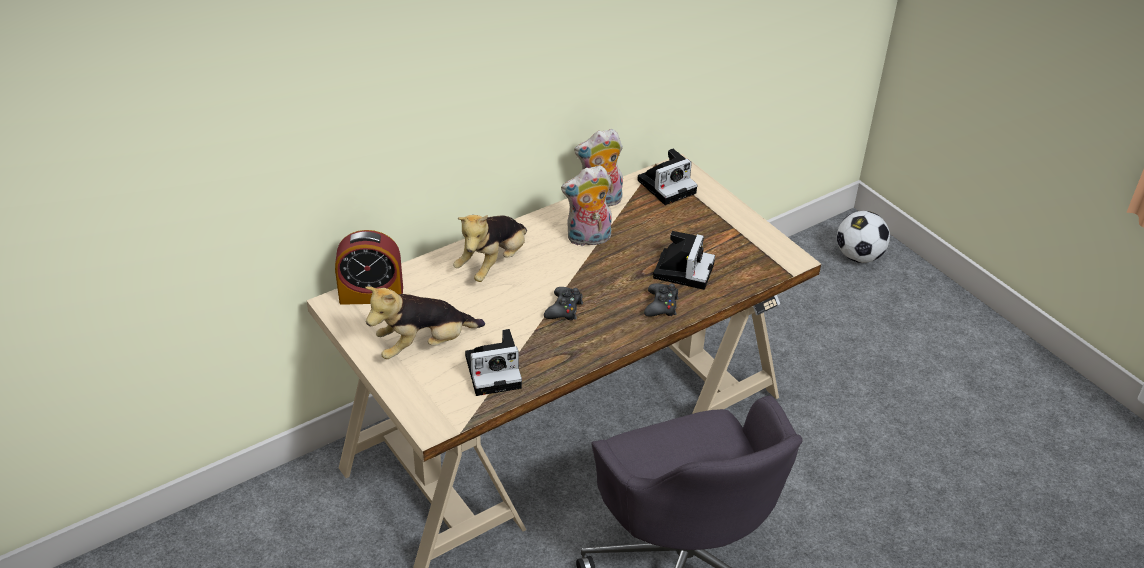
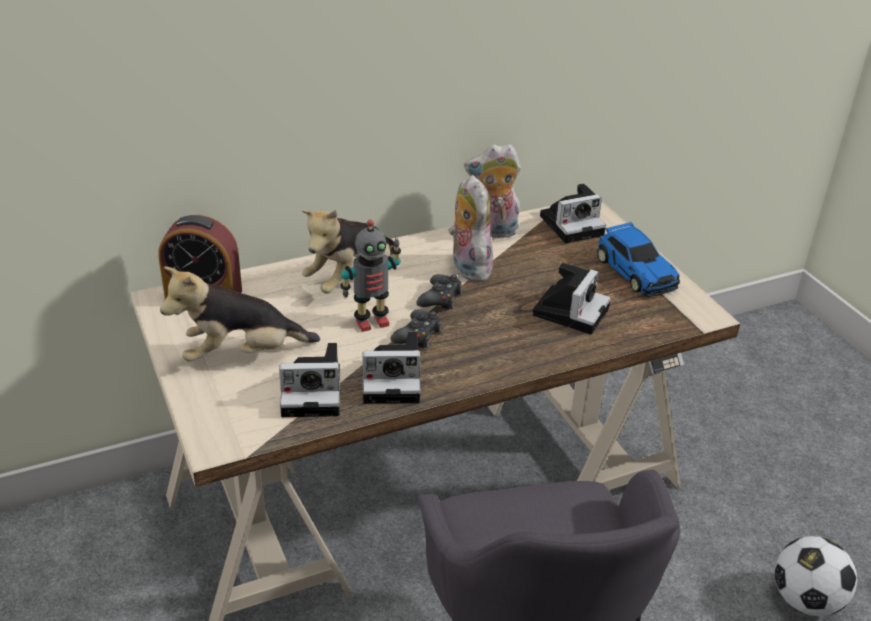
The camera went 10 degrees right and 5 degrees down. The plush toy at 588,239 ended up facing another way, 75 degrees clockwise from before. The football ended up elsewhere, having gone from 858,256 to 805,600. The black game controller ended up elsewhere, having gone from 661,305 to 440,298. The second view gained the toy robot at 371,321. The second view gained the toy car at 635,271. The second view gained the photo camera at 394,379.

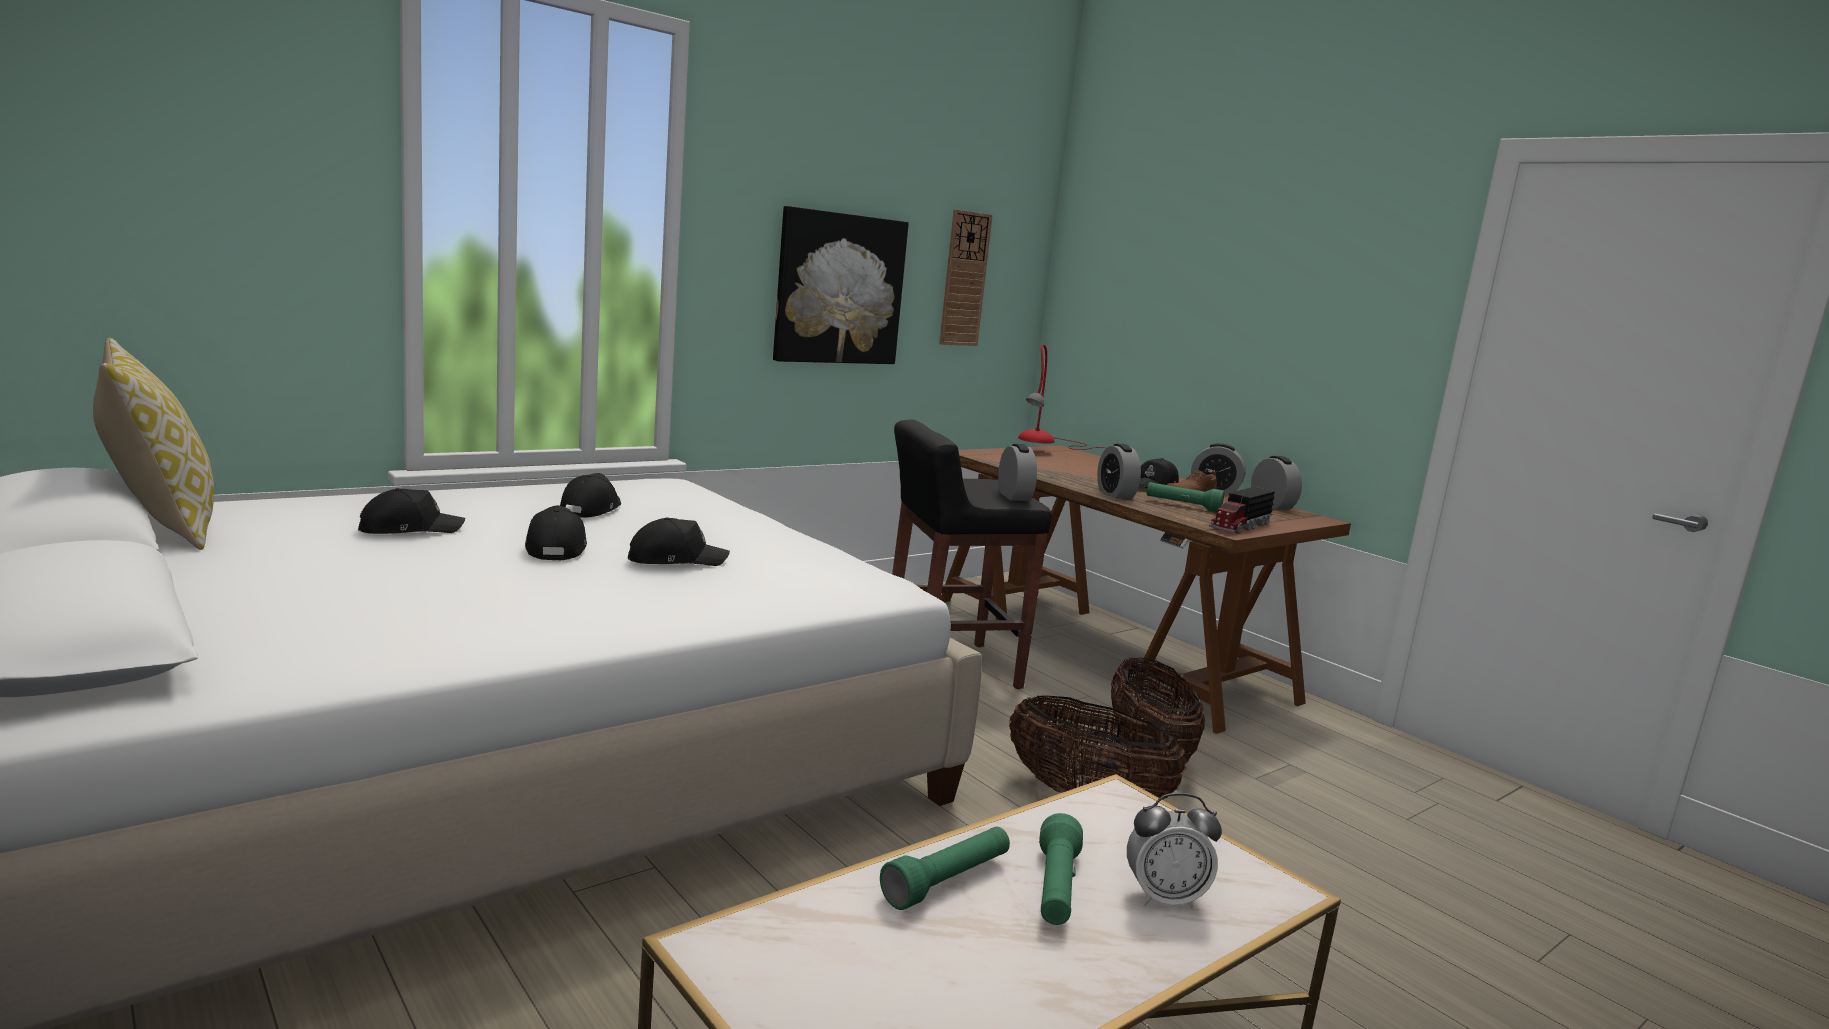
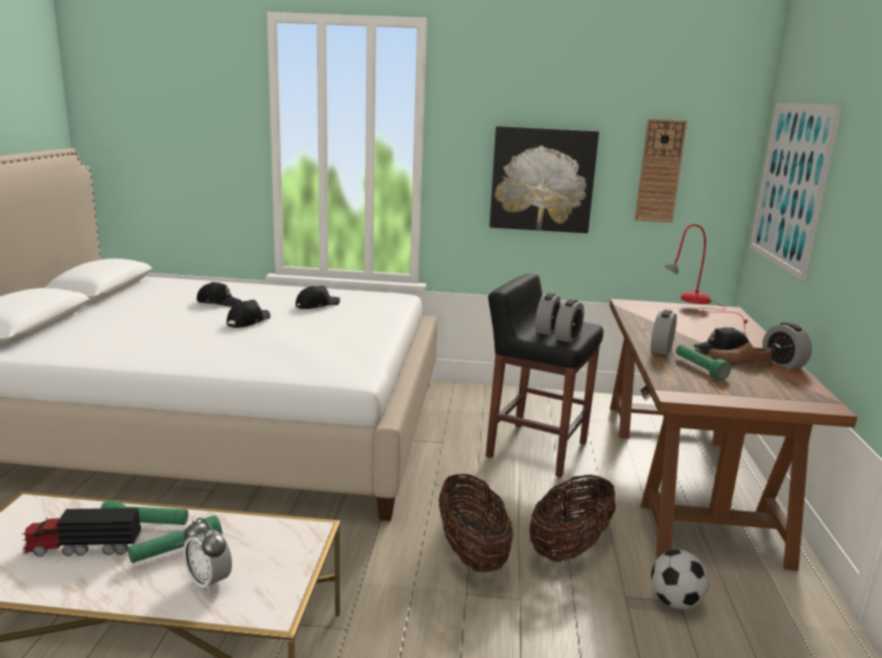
The camera went 45 degrees right and 5 degrees up. The second view lost the pillow at 160,526. The alarm clock ended up elsewhere, having gone from 1272,505 to 546,330. The toy truck ended up elsewhere, having gone from 1239,526 to 82,547. The second view lost the black cap at 676,559. The second view gained the picture at 790,186. The second view gained the football at 675,602.

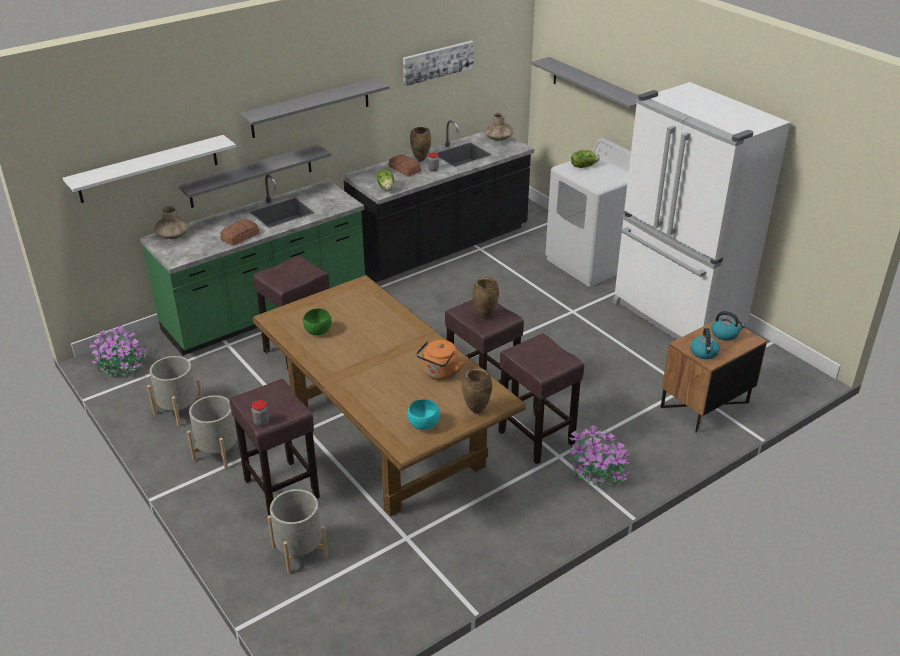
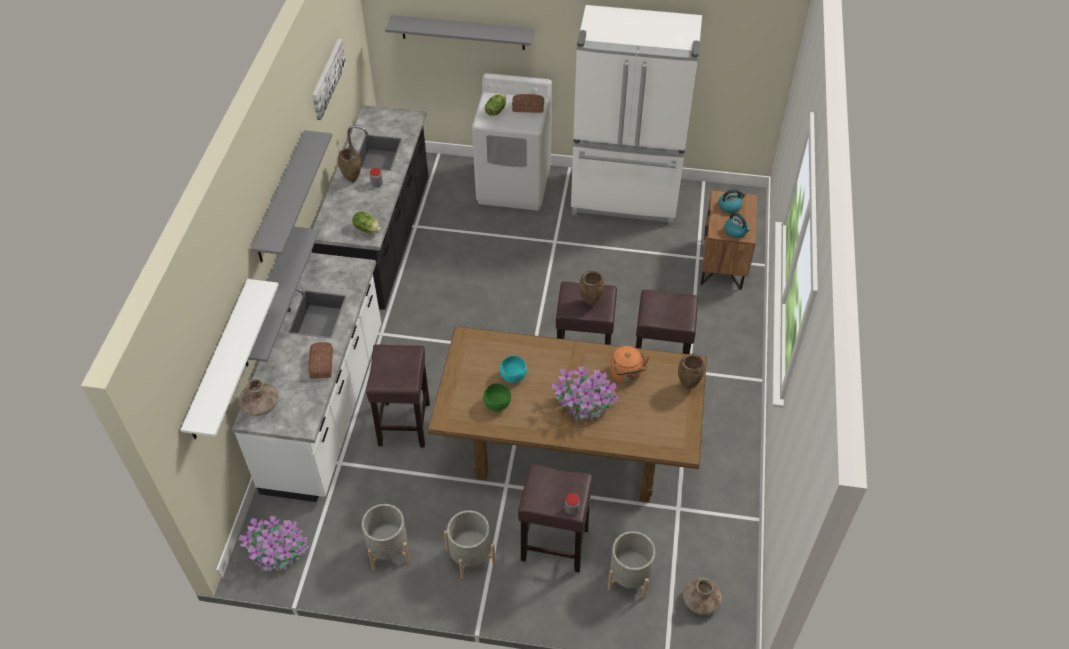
The camera went 45 degrees left and 15 degrees up. The brown vase ended up elsewhere, having gone from 498,138 to 701,601. The bread ended up elsewhere, having gone from 404,169 to 528,107. What was the green counter at 266,311 turned into the white counter at 326,408. The turquoise bowl ended up elsewhere, having gone from 423,425 to 514,377. The potted plant ended up elsewhere, having gone from 597,472 to 584,404.

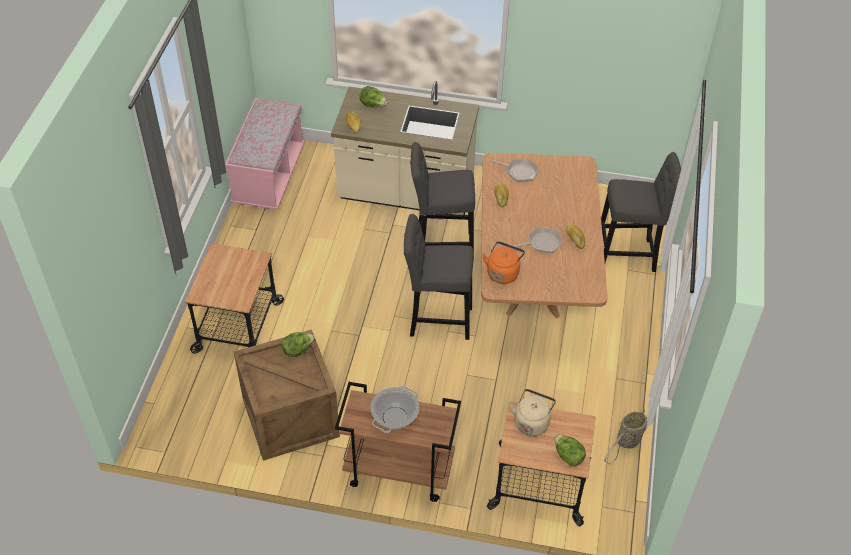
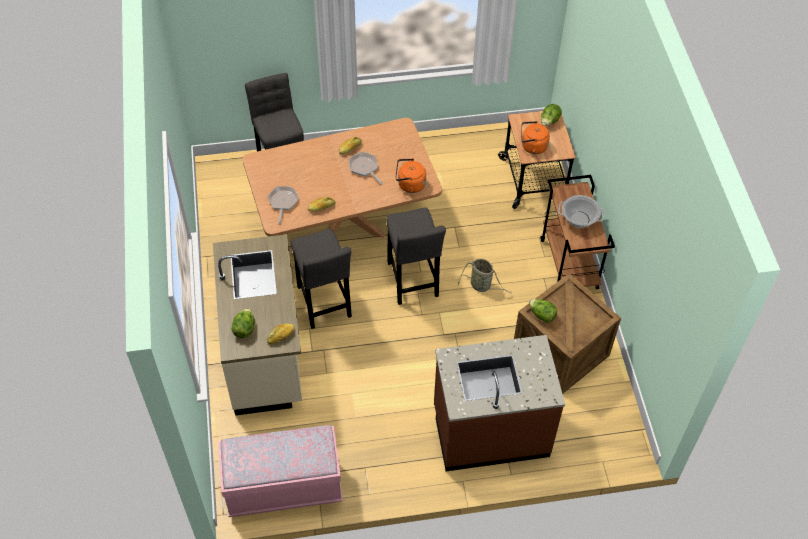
The camera went 110 degrees left and 5 degrees up. Where the cart stood at 237,327, the brown counter came to stand at 490,431. What was the beige kettle at 531,421 turned into the orange kettle at 532,147. The basket ended up elsewhere, having gone from 627,442 to 482,286.

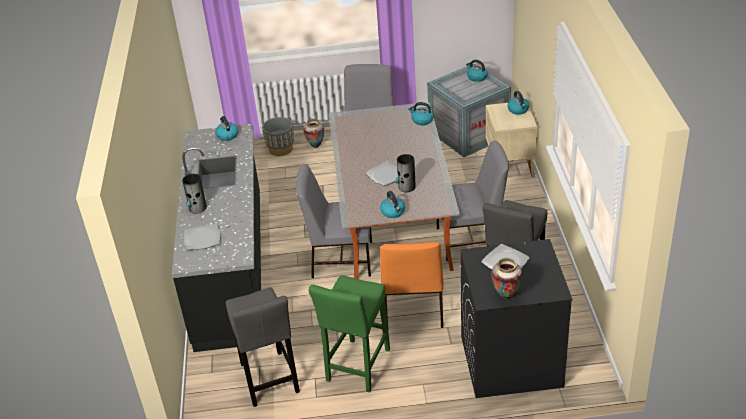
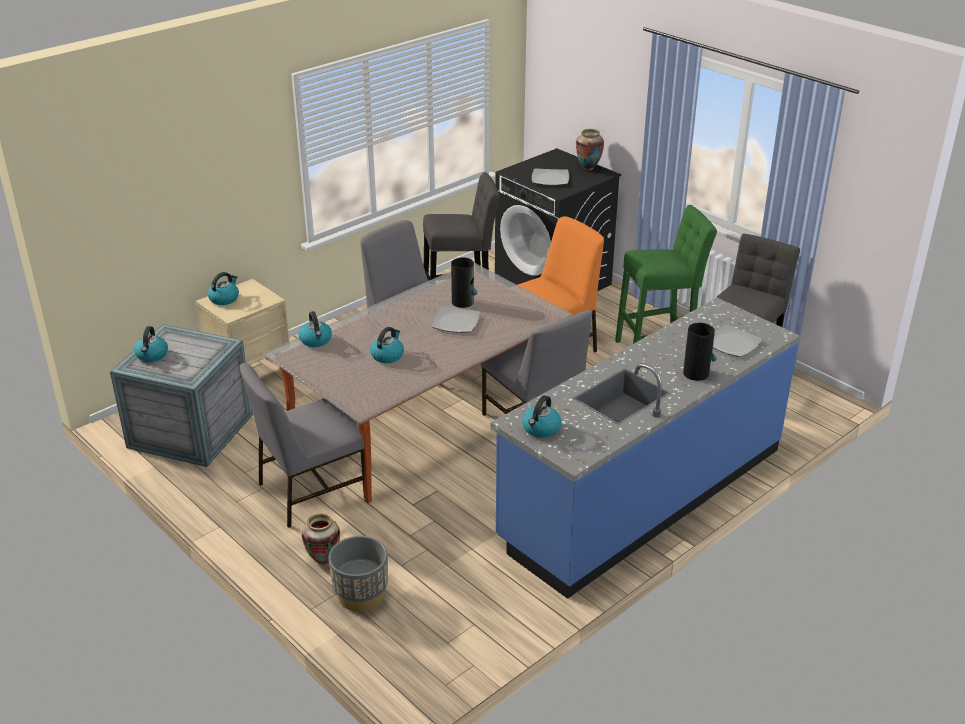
The camera went 130 degrees left and 5 degrees down. What was the black counter at 232,268 turned into the blue counter at 642,494. The kettle ended up elsewhere, having gone from 393,212 to 387,355.

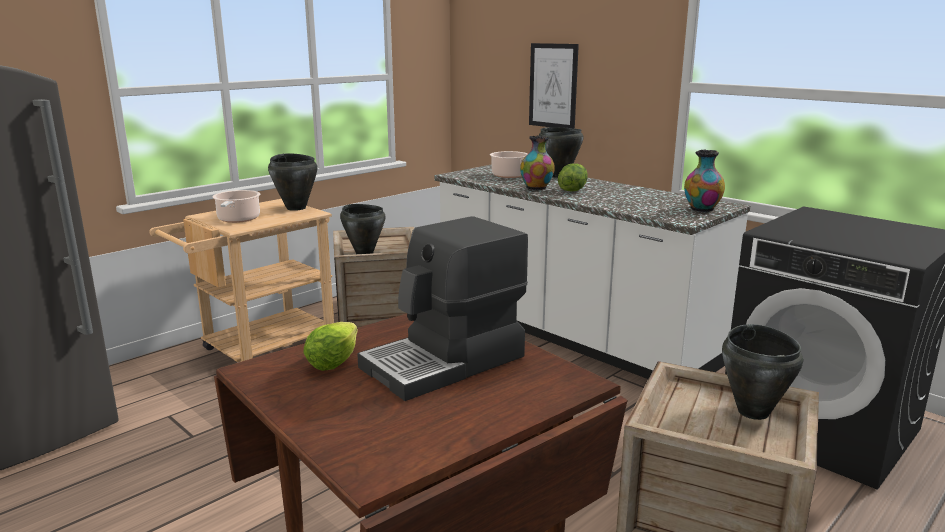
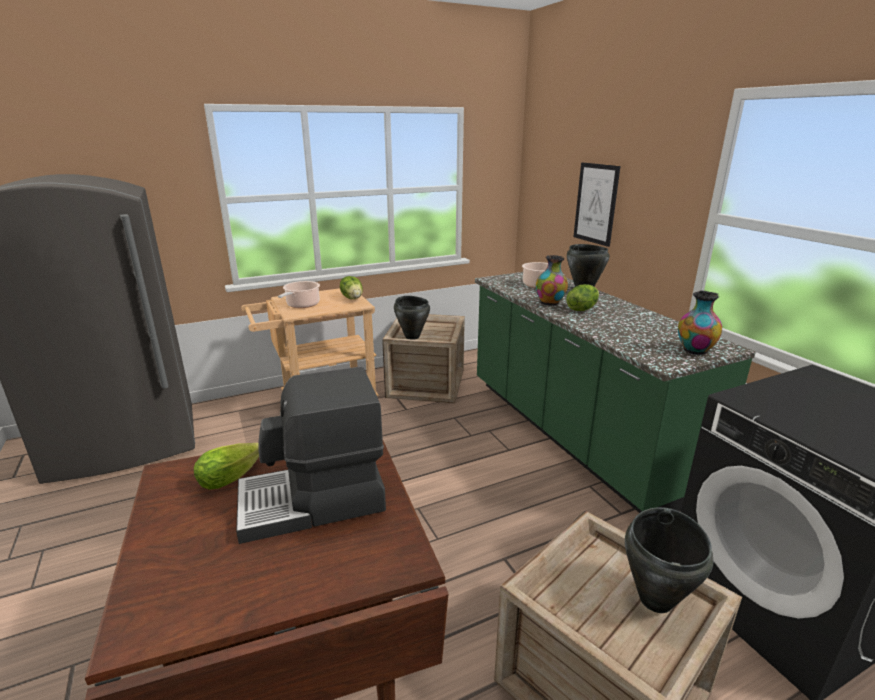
The camera went 20 degrees right and 5 degrees up. Where the black cooking pot stood at 296,208, the lettuce came to stand at 353,298. What was the white counter at 570,334 turned into the green counter at 573,433.

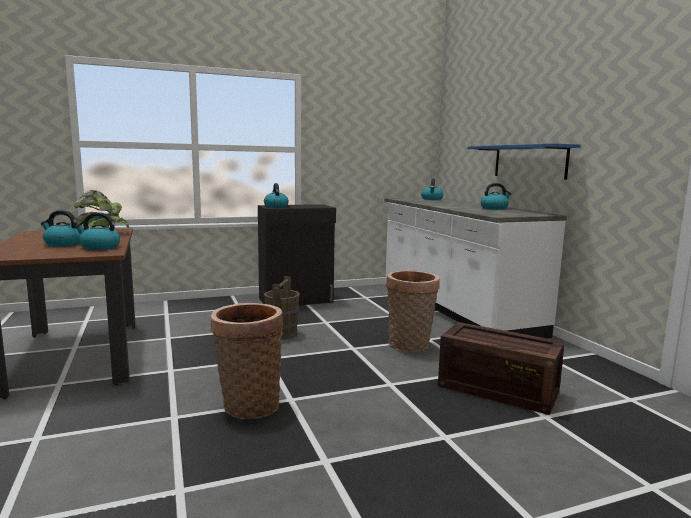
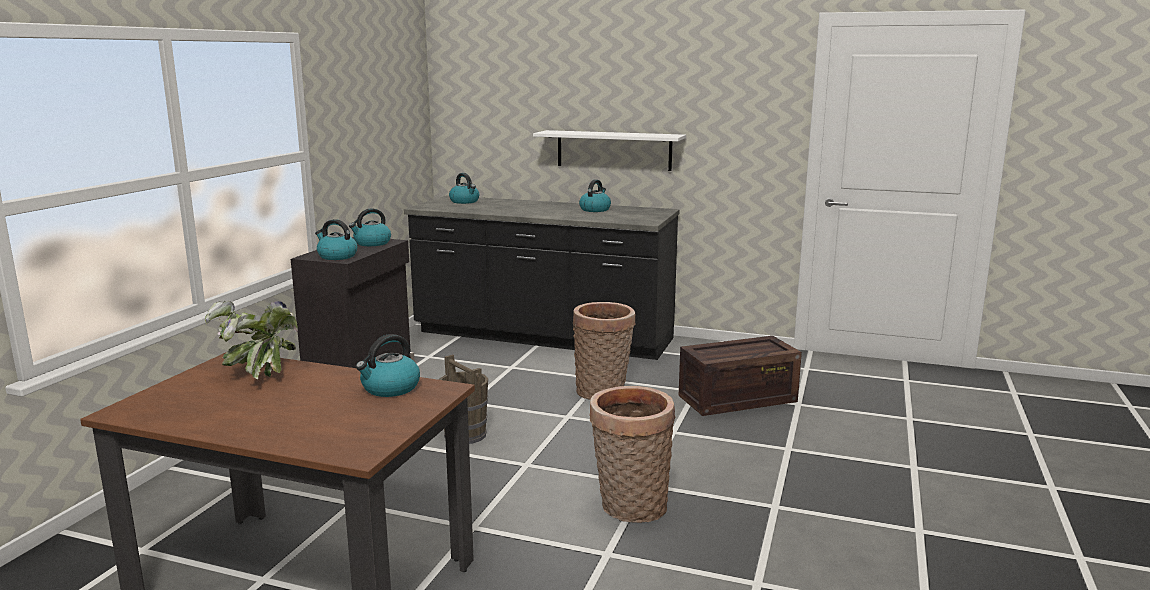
The camera went 50 degrees left and 5 degrees up. What was the blue shelf at 529,161 turned into the white shelf at 614,150. What was the white counter at 454,308 turned into the black counter at 543,337. The kettle ended up elsewhere, having gone from 63,244 to 372,243.

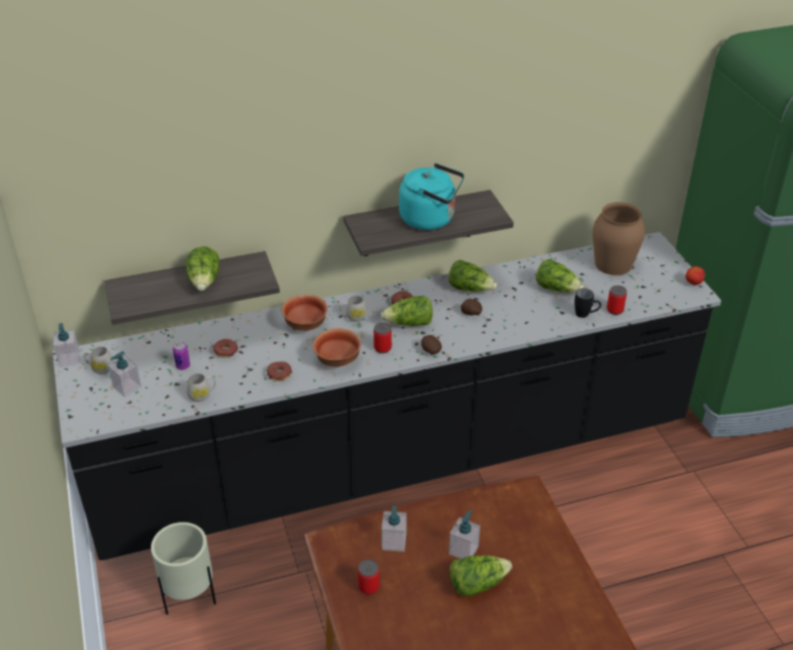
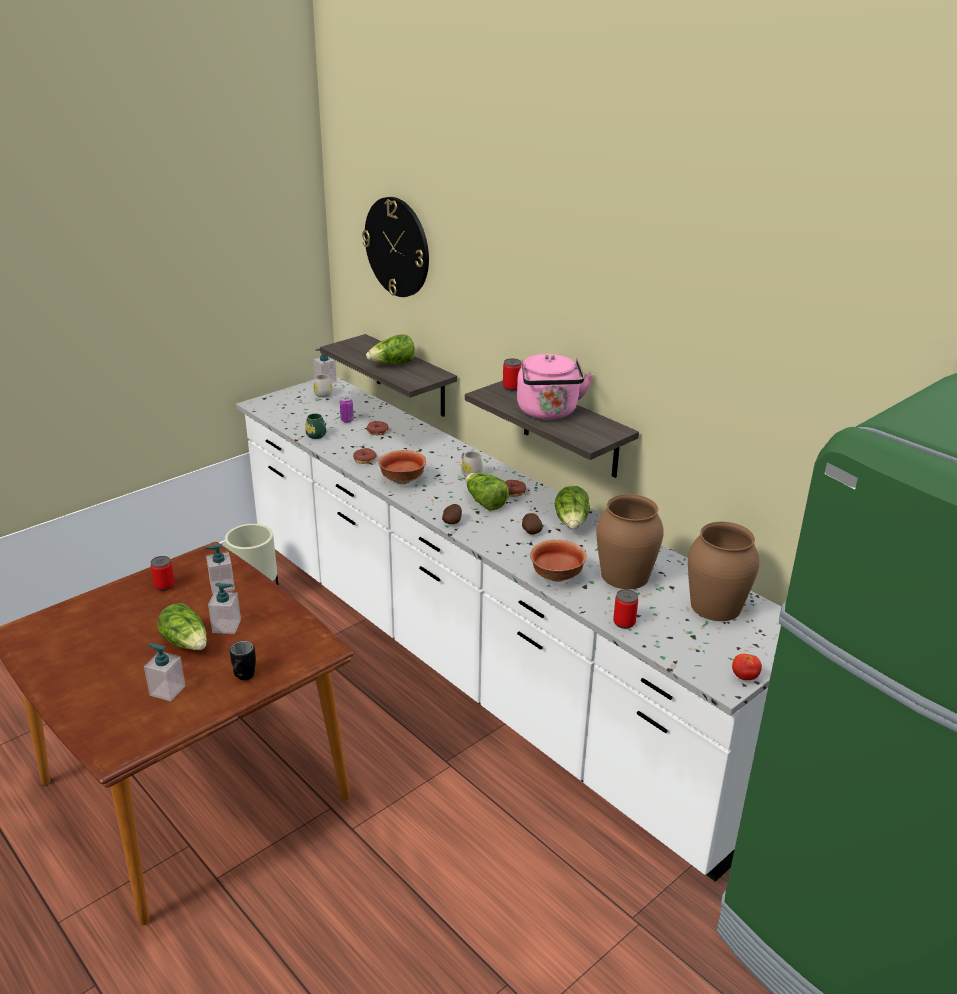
The camera went 65 degrees right and 10 degrees down. What was the turquoise kettle at 431,219 turned into the pink kettle at 548,412. What was the black counter at 396,463 turned into the white counter at 475,665. Where the lettuce stood at 557,288, the brown vase came to stand at 625,575. The black mug ended up elsewhere, having gone from 586,315 to 243,679. The bowl ended up elsewhere, having gone from 306,325 to 557,577. The can ended up elsewhere, having gone from 382,348 to 511,387. The soap dispenser ended up elsewhere, having gone from 127,387 to 167,690. What was the white mug at 202,395 turned into the green mug at 317,436. The second view gained the wall clock at 397,247.

